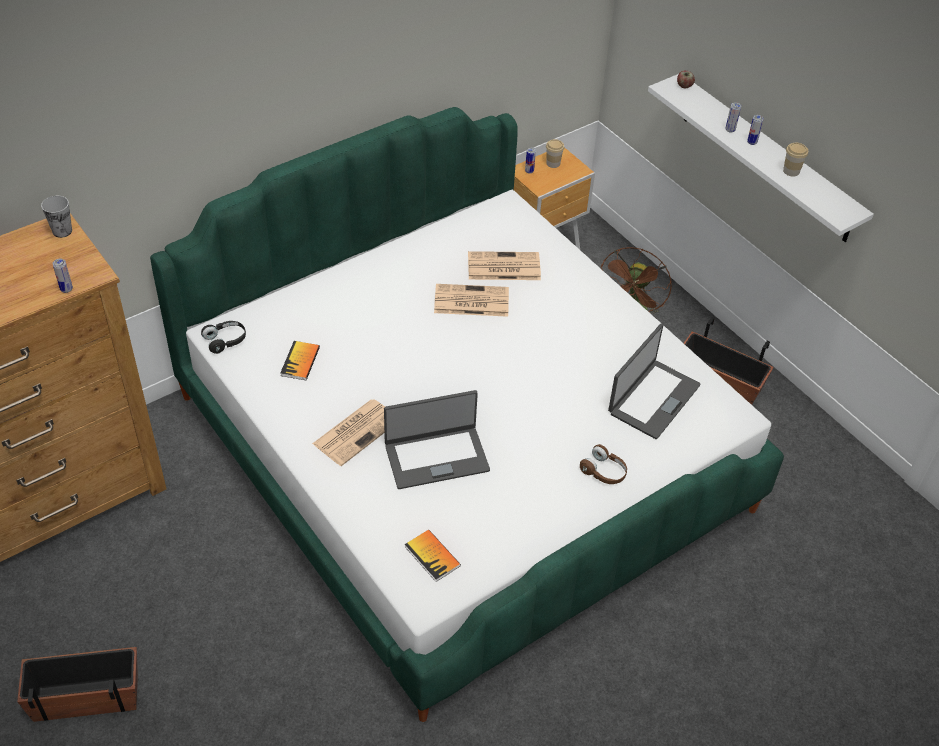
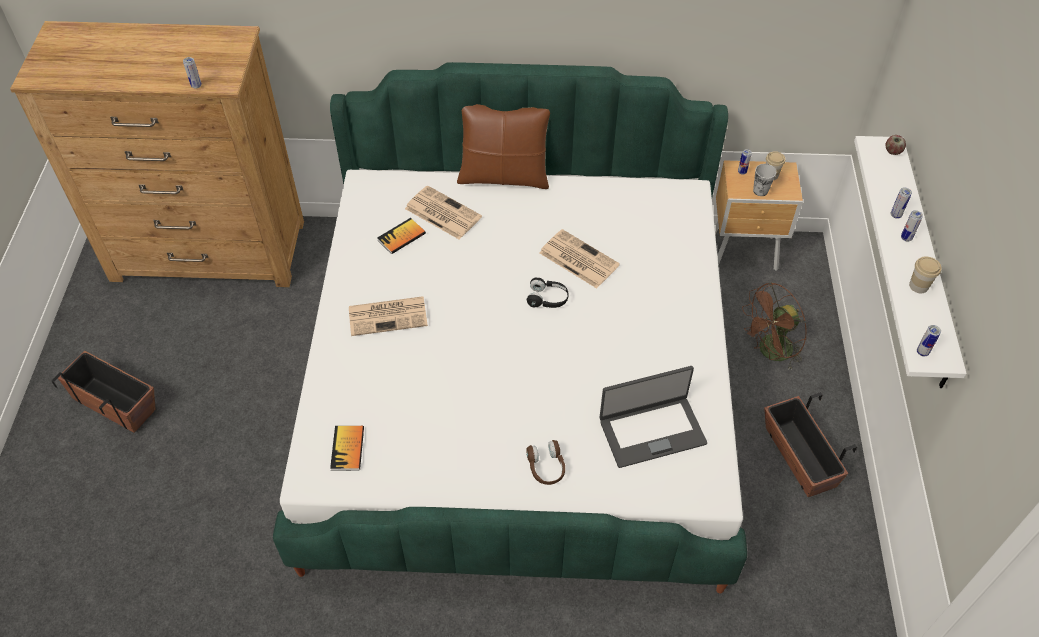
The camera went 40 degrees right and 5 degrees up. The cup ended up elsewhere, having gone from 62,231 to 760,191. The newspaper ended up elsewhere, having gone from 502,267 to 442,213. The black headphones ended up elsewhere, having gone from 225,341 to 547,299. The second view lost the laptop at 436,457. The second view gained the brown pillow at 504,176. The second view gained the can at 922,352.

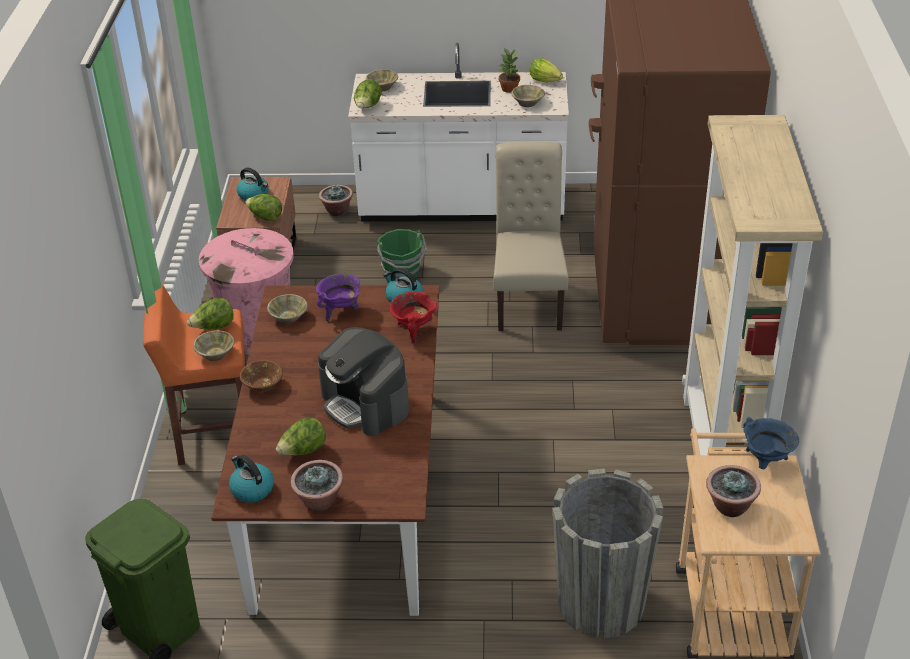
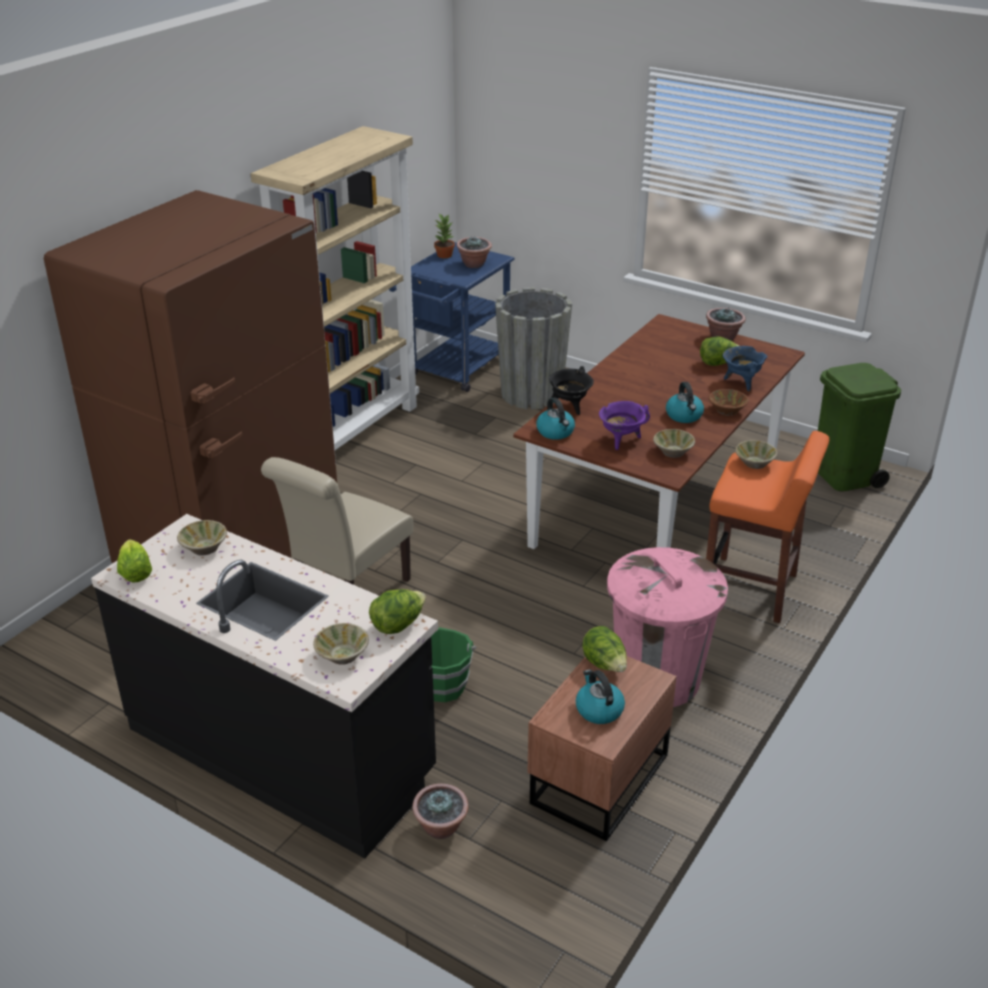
The camera went 150 degrees left and 5 degrees down. What was the white counter at 462,208 turned into the black counter at 281,751. The potted plant ended up elsewhere, having gone from 509,89 to 444,255. What was the red cooking pot at 414,330 turned into the black cooking pot at 570,406. The second view lost the lettuce at 214,327. The second view lost the coffee machine at 365,403. The blue cooking pot ended up elsewhere, having gone from 765,461 to 741,382. What was the beige cart at 730,601 turned into the blue cart at 454,371. The kettle ended up elsewhere, having gone from 251,489 to 684,416.

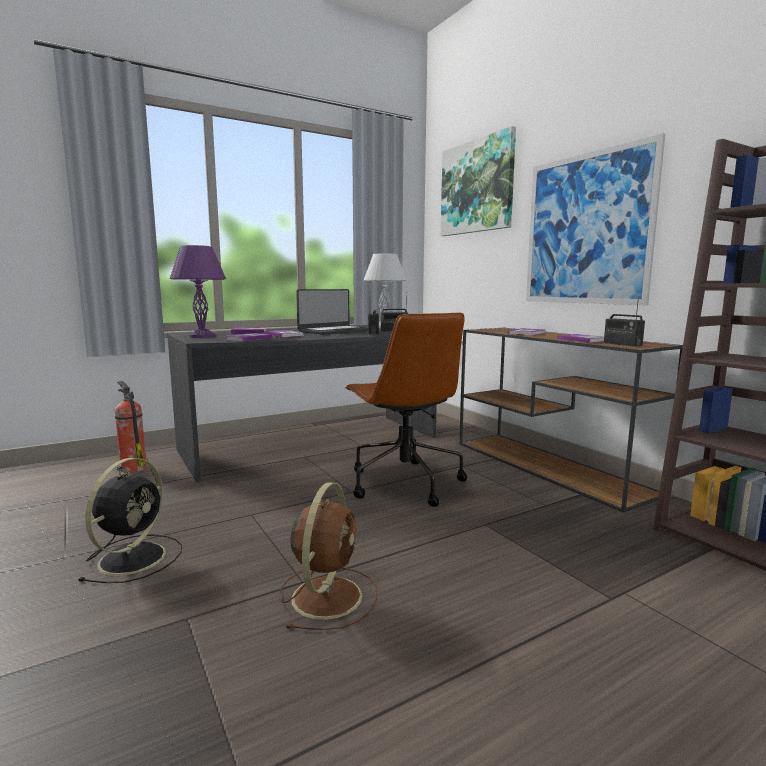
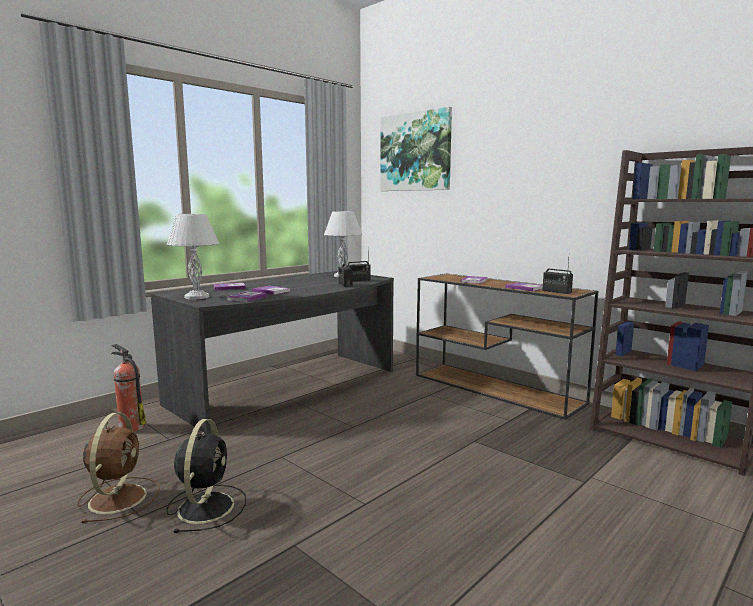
The camera went 15 degrees left and 0 degrees up. The second view lost the picture at 586,229. What was the purple table lamp at 202,336 turned into the white table lamp at 196,297. The second view lost the laptop at 335,331. The second view lost the brown office chair at 404,482. The brown fan ended up elsewhere, having gone from 328,595 to 119,497.

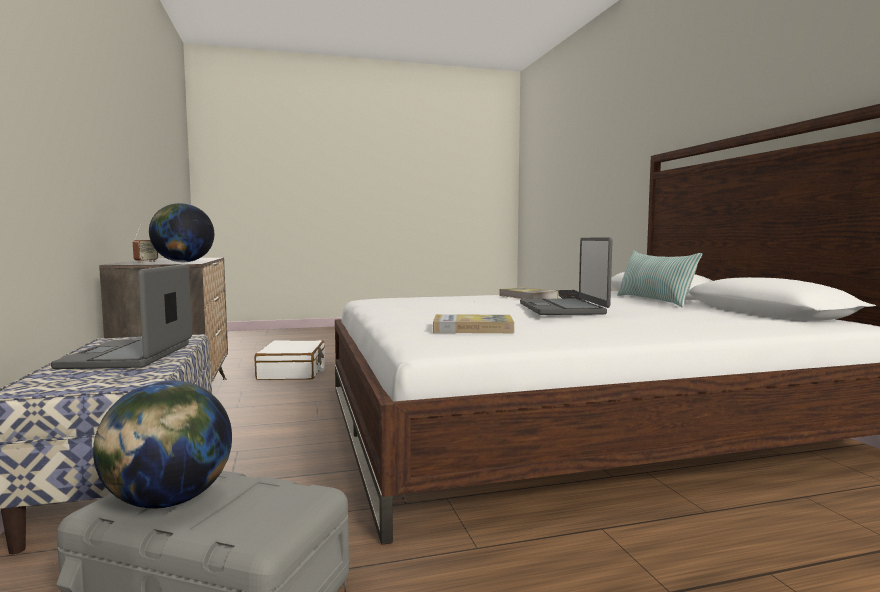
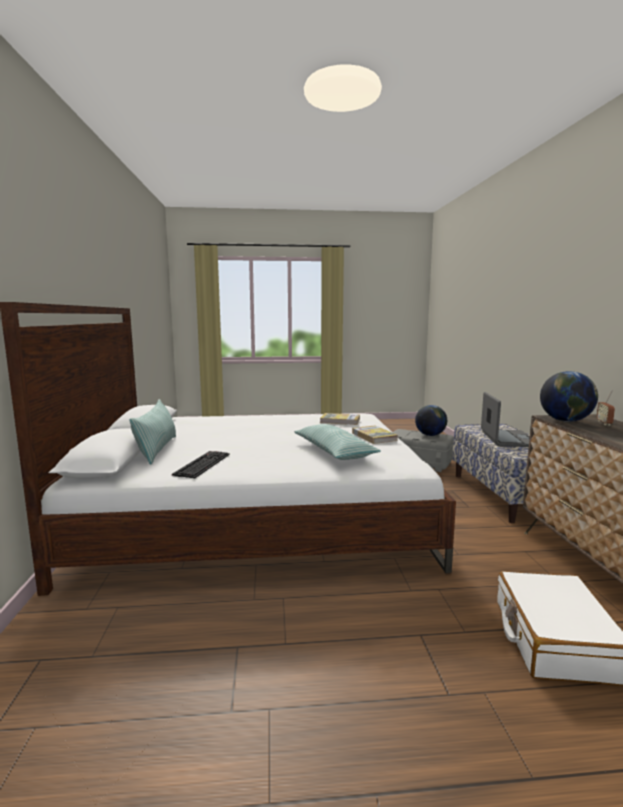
The camera went 170 degrees left and 5 degrees up. The second view lost the laptop at 563,309. The book ended up elsewhere, having gone from 528,297 to 374,437. The second view gained the pillow at 333,451.

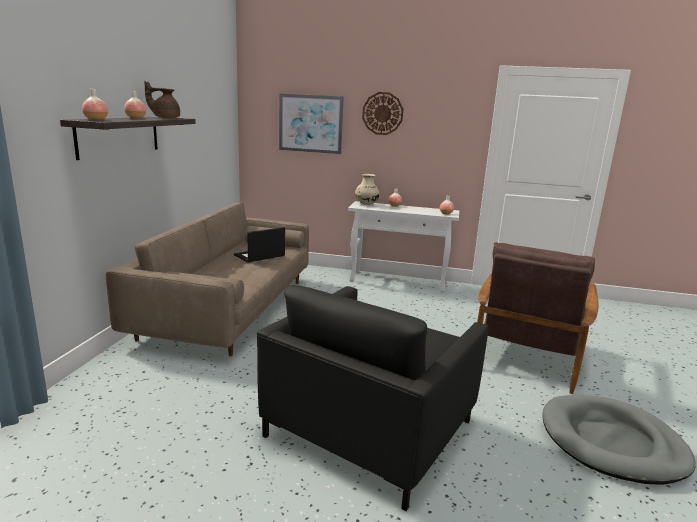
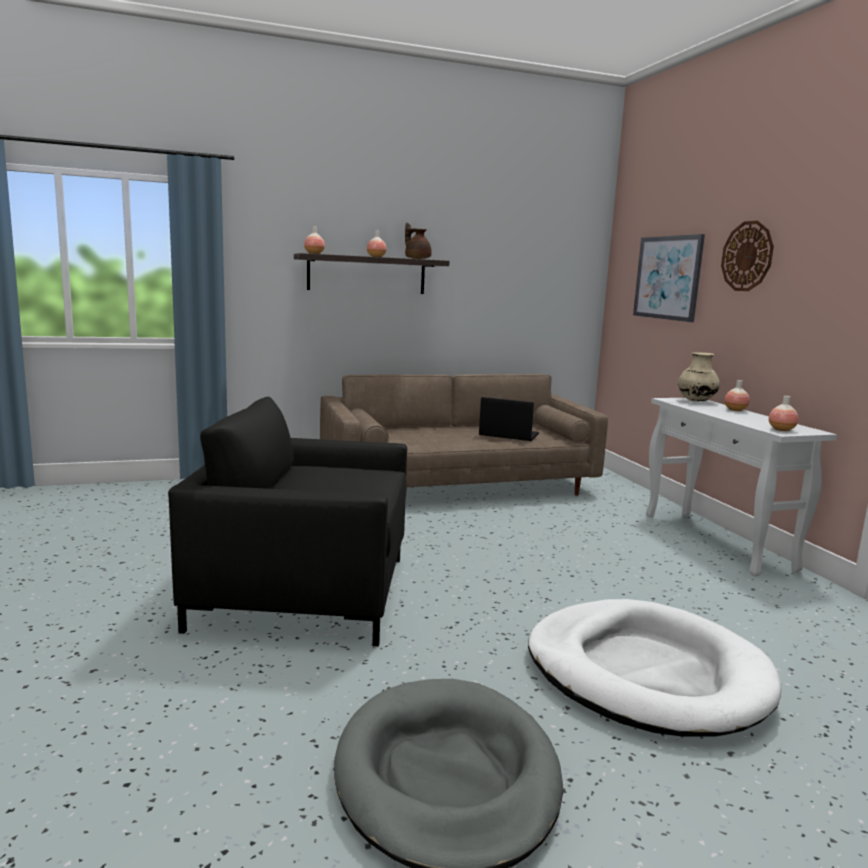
The camera went 60 degrees right and 5 degrees down. Where the brown armchair stood at 527,355, the white dog bed came to stand at 646,673.

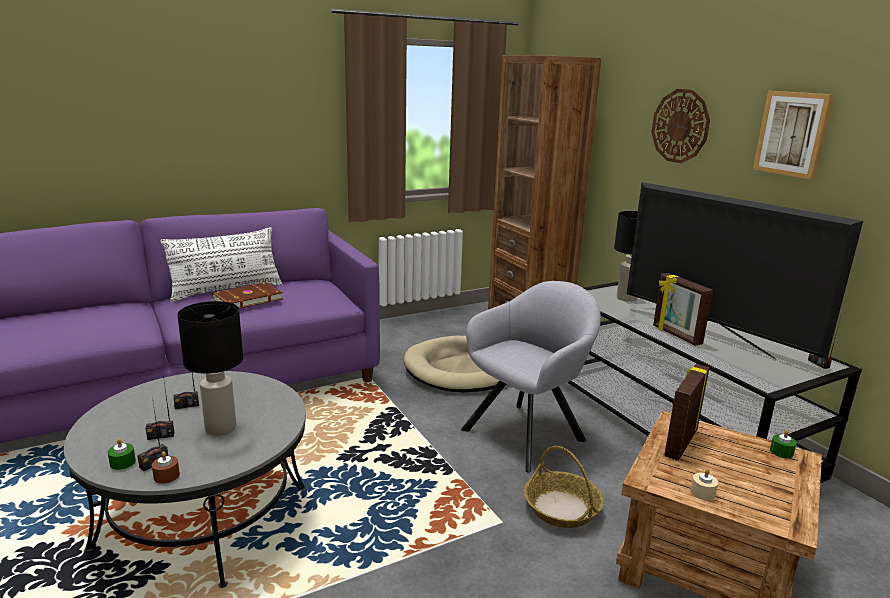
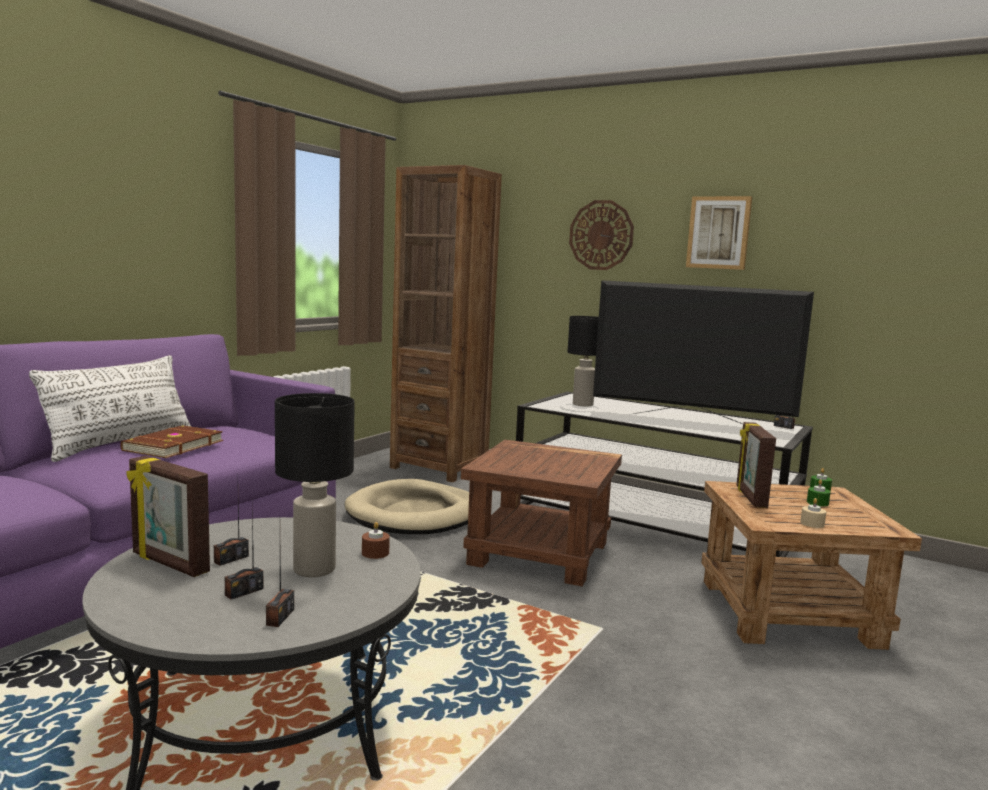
The camera went 30 degrees left and 10 degrees down. The picture frame ended up elsewhere, having gone from 676,335 to 168,563. Where the grey armchair stood at 528,432, the brown side table came to stand at 541,553. The green candle ended up elsewhere, having gone from 122,462 to 817,503. The second view lost the basket at 562,508. The brown candle ended up elsewhere, having gone from 166,476 to 375,553.

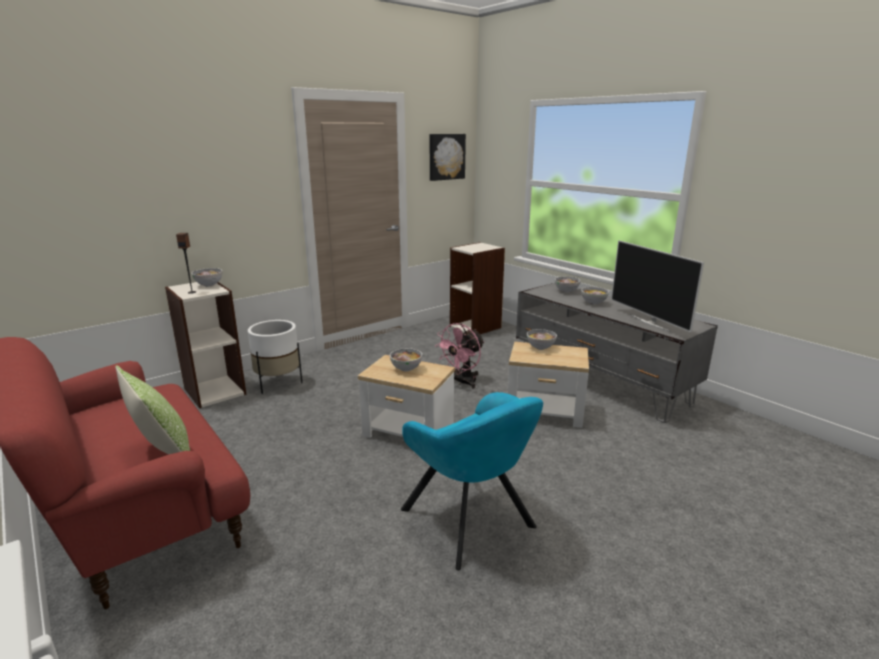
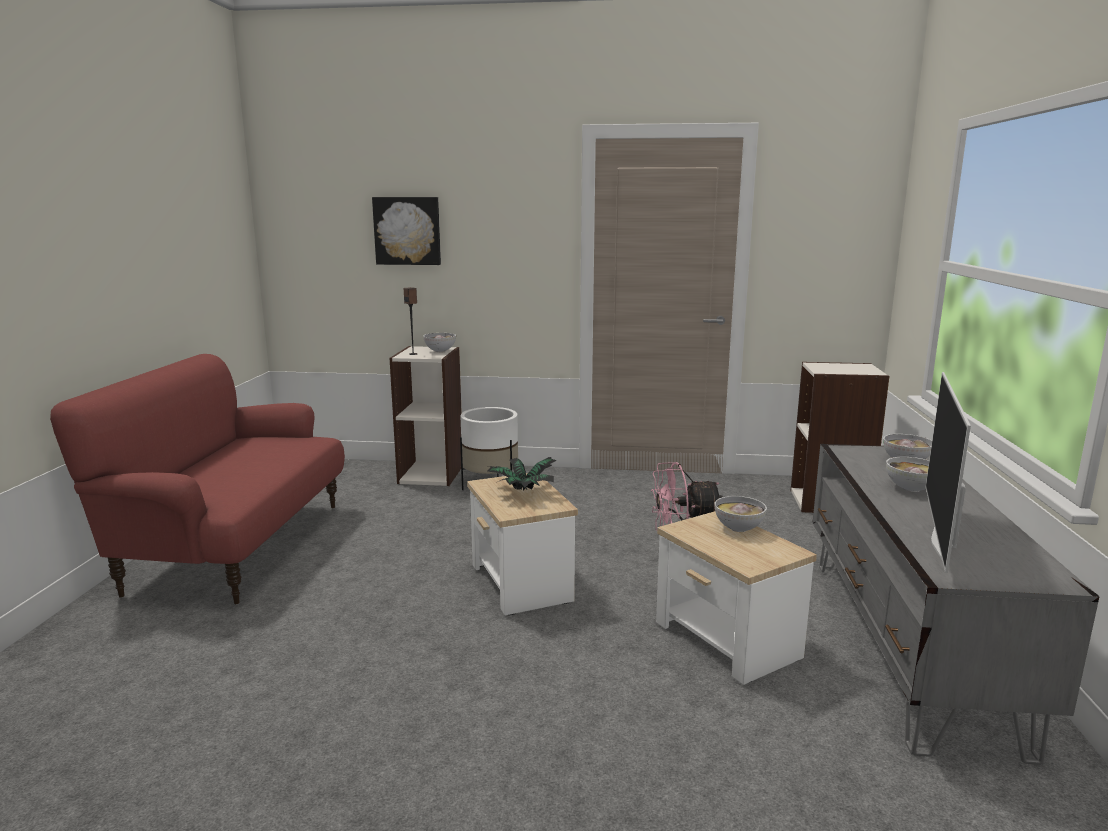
The camera went 45 degrees right and 5 degrees down. The picture ended up elsewhere, having gone from 446,156 to 407,231. Where the bowl stood at 406,369, the potted plant came to stand at 522,492. The second view lost the pillow at 164,453. The second view lost the turquoise armchair at 471,522.

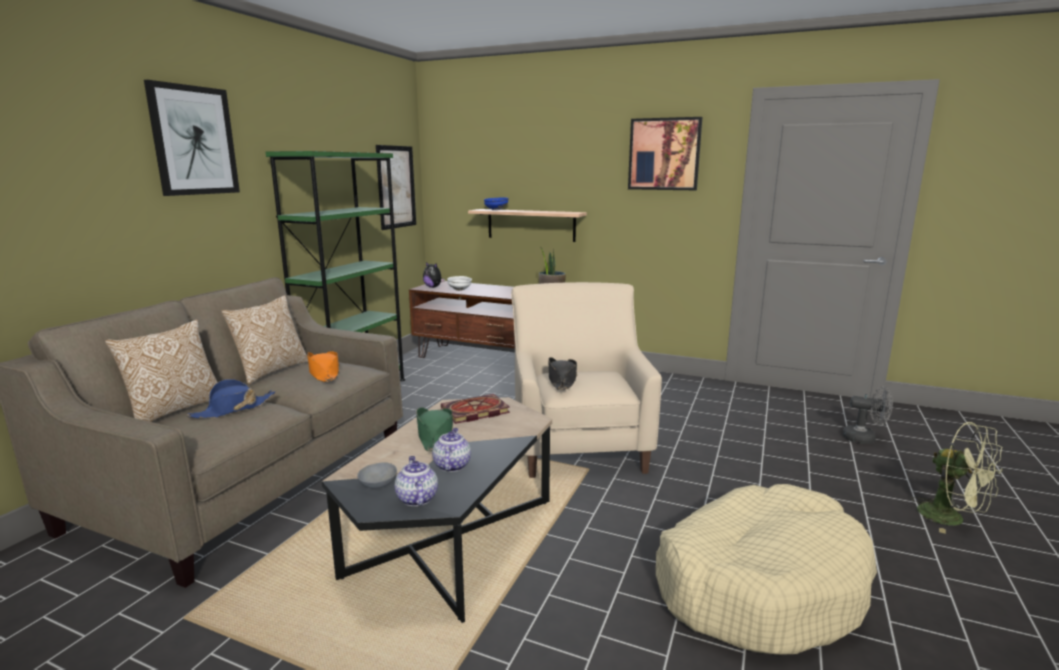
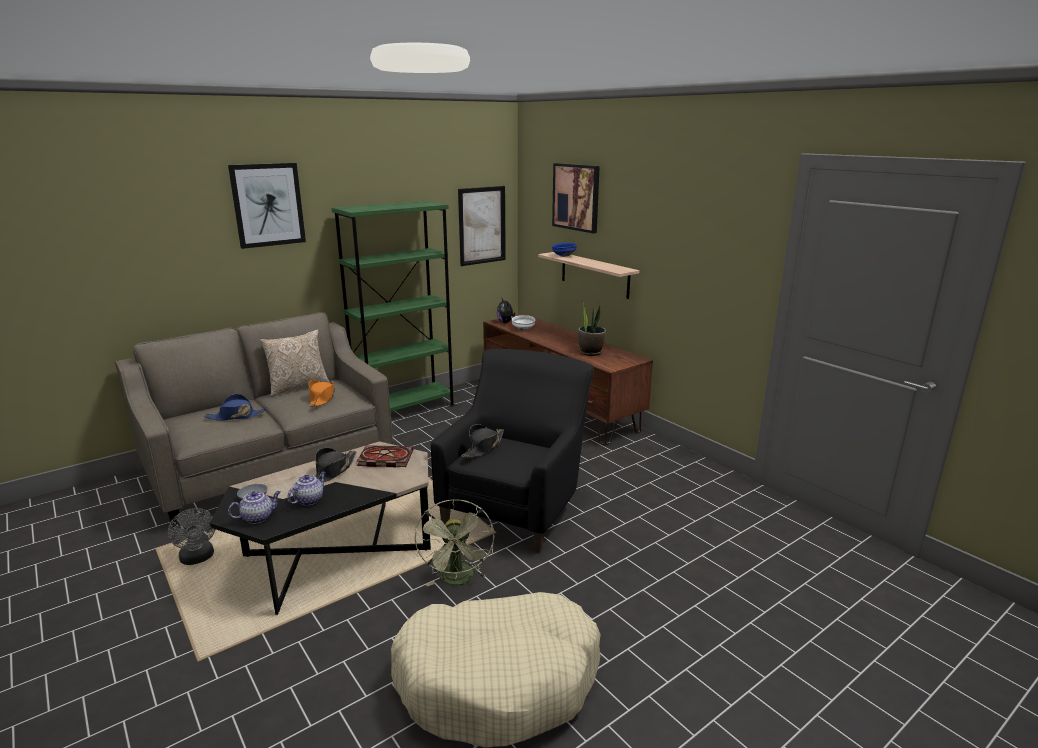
The camera went 30 degrees right and 5 degrees up. The picture ended up elsewhere, having gone from 664,154 to 576,197. What was the beige armchair at 577,443 turned into the black armchair at 517,505. The second view lost the pillow at 175,409. The grey fan ended up elsewhere, having gone from 864,439 to 198,558. What was the green hat at 435,435 turned into the black hat at 332,471. The green fan ended up elsewhere, having gone from 951,519 to 458,580. The teapot at 416,498 ended up facing another way, 45 degrees clockwise from before.

